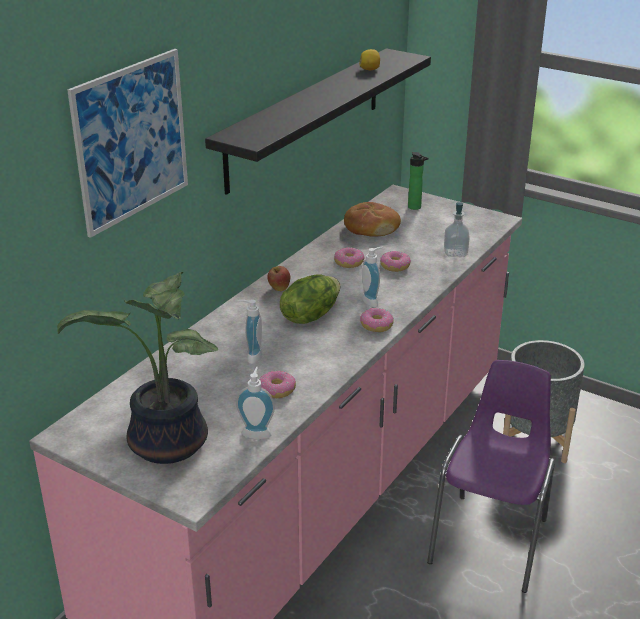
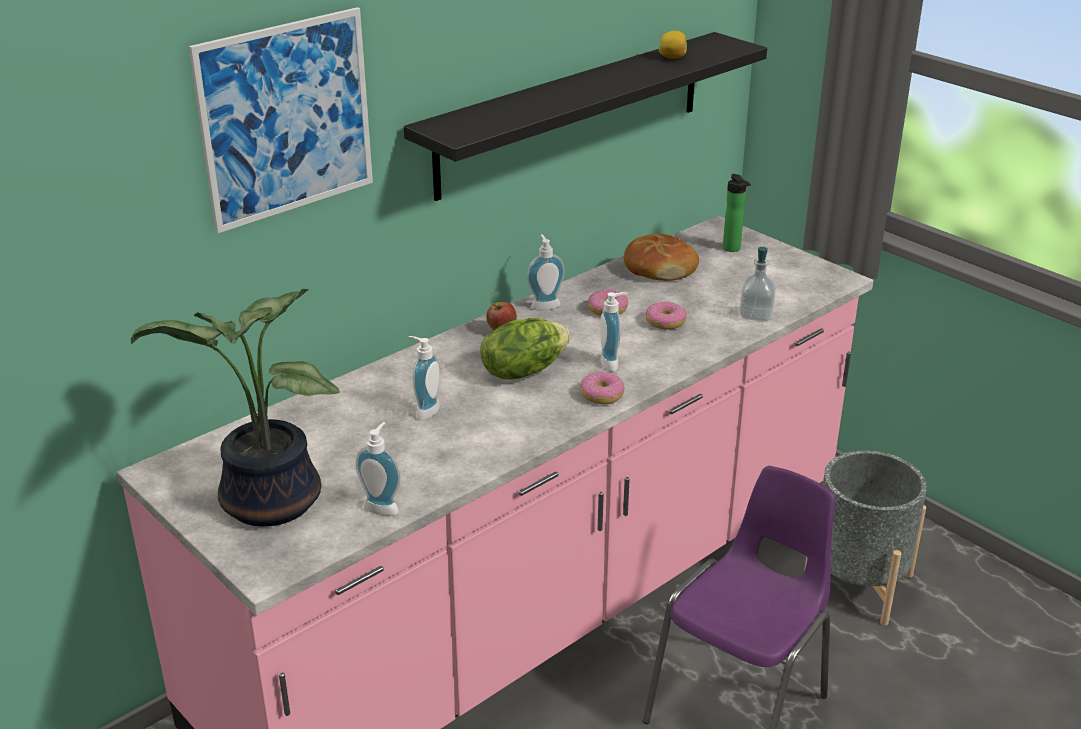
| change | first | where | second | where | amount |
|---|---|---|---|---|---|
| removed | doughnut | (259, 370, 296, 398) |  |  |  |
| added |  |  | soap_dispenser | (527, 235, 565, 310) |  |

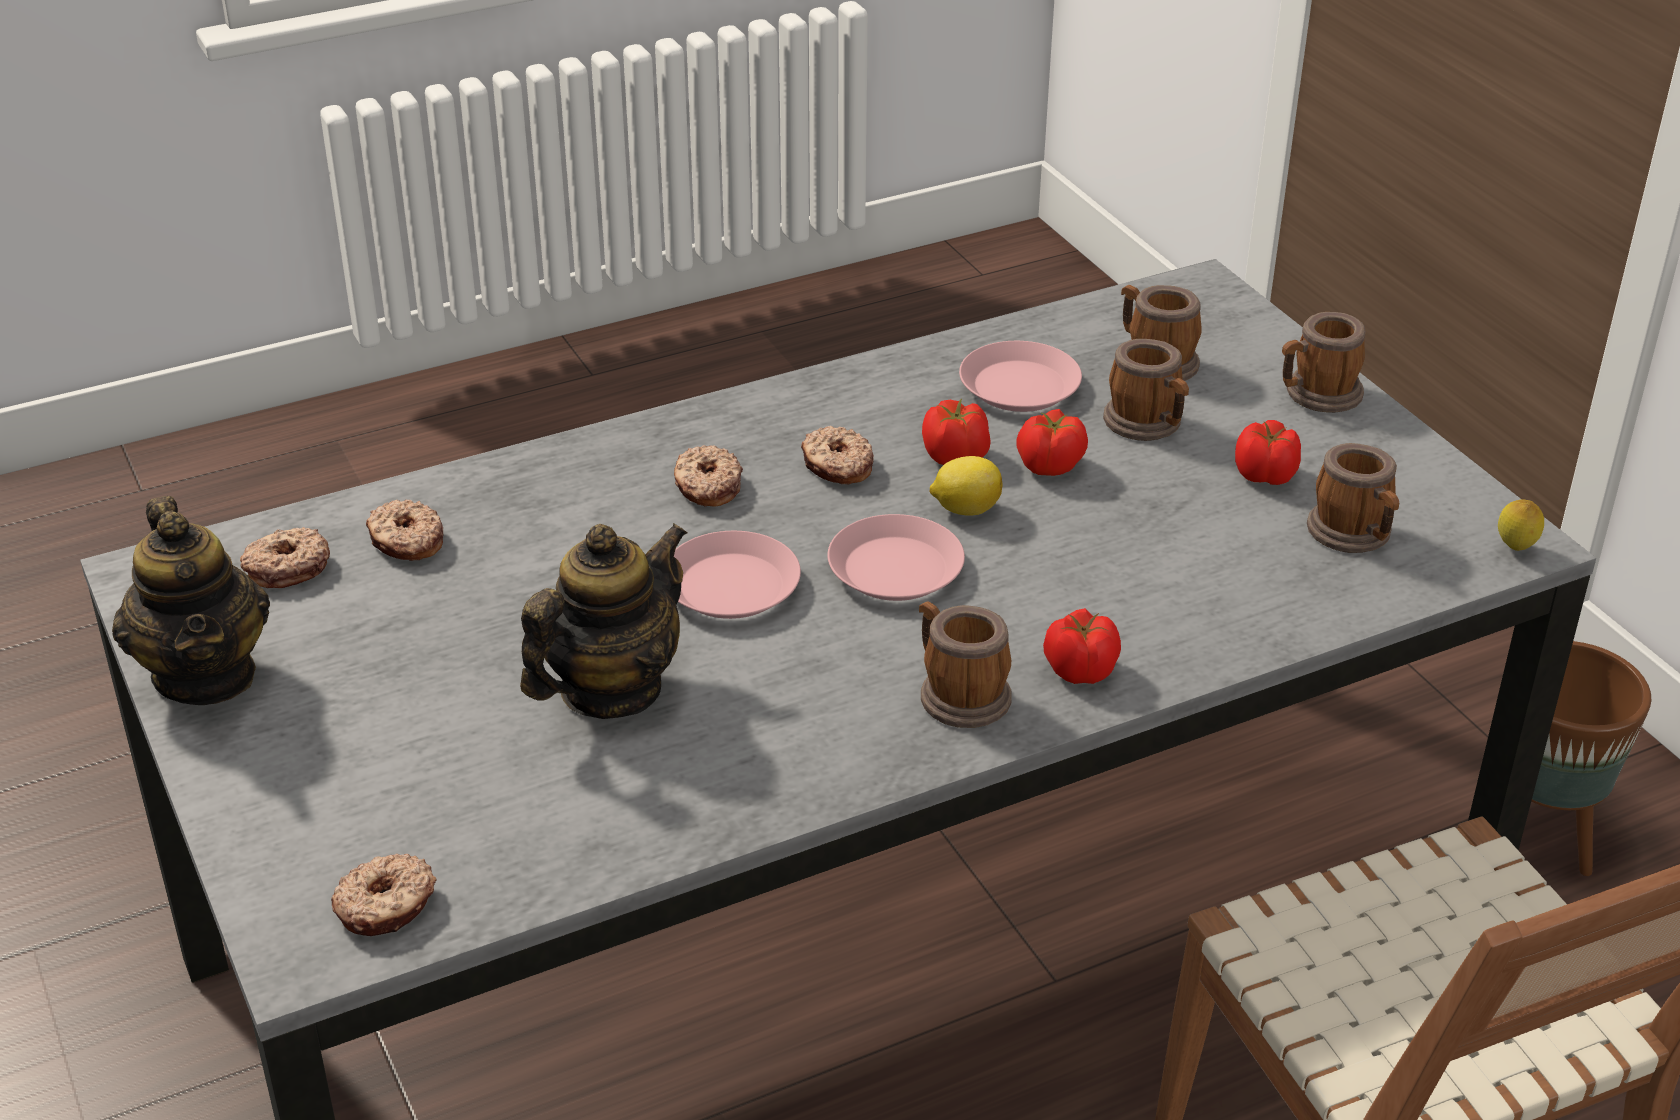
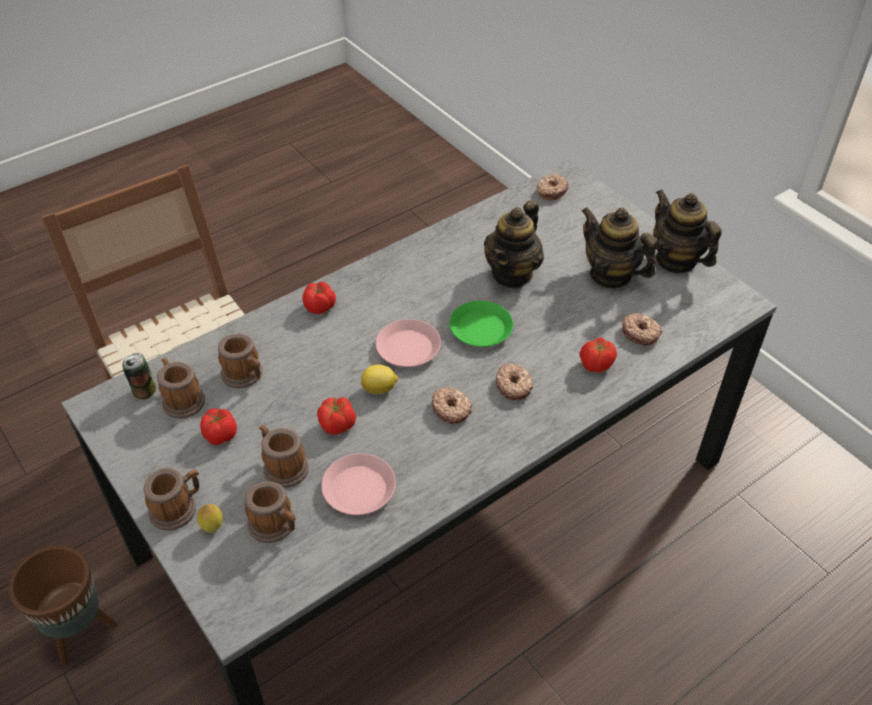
| change | first | where | second | where | amount |
|---|---|---|---|---|---|
| removed | doughnut | (240, 527, 330, 588) |  |  |  |
| added |  |  | can | (123, 353, 156, 399) |  |
| added |  |  | teapot | (581, 207, 658, 289) |  |
| moved | tea_mug | (919, 601, 1012, 728) |  | (218, 334, 262, 388) |  |
| moved | whole_tomato | (922, 399, 991, 465) |  | (579, 337, 617, 372) |  |
| moved | citrus_fruit | (1498, 499, 1544, 551) |  | (197, 504, 223, 533) |  |
| recoloured | pinkish_flat_dish | (674, 531, 801, 619) | green-coloured_flat_dish | (449, 301, 513, 347) |  |

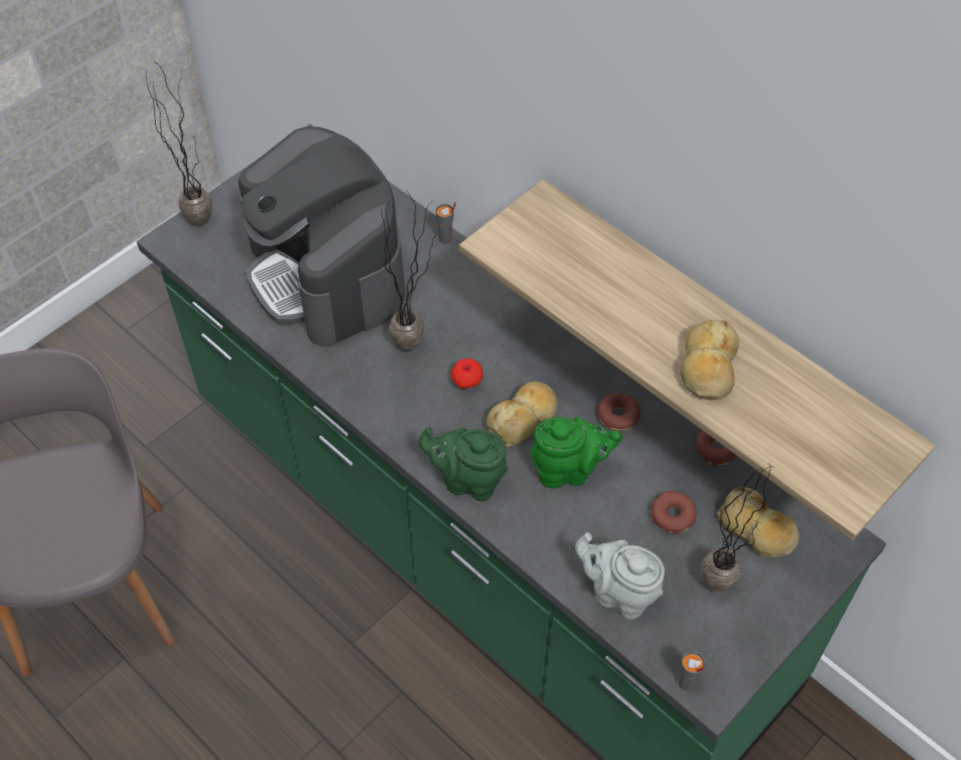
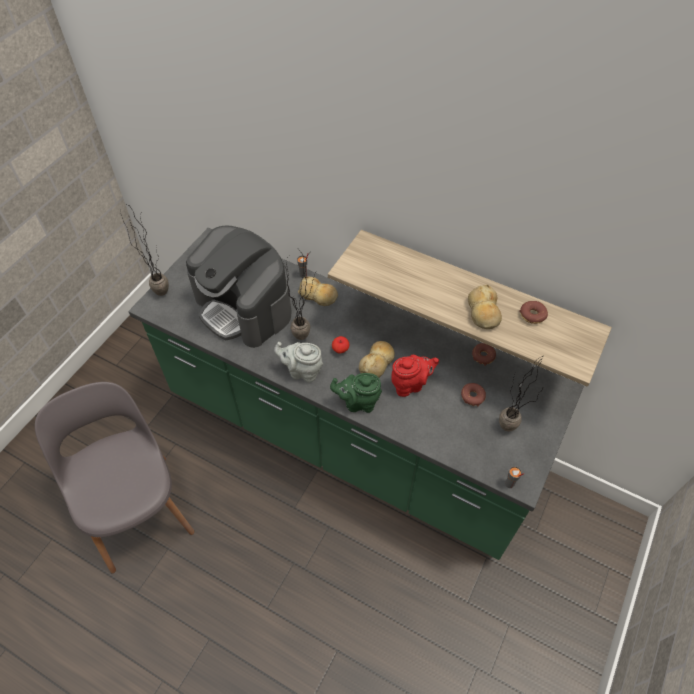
| change | first | where | second | where | amount |
|---|---|---|---|---|---|
| moved | gray_teapot | (575, 532, 665, 620) |  | (274, 342, 323, 383) |  |
| moved | doughnut | (598, 393, 641, 431) |  | (519, 301, 548, 324) |  |
| moved | baked_bread | (717, 487, 799, 558) |  | (298, 277, 338, 306) |  |
| recoloured | green-coloured_teapot | (531, 417, 623, 489) | reddish_teapot | (391, 355, 439, 397) |  |

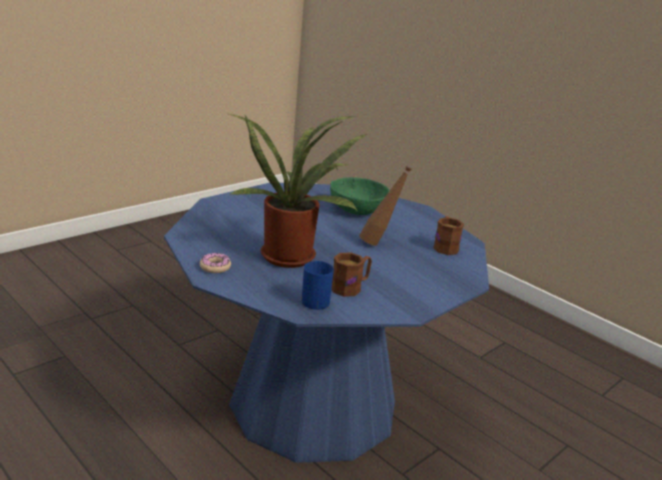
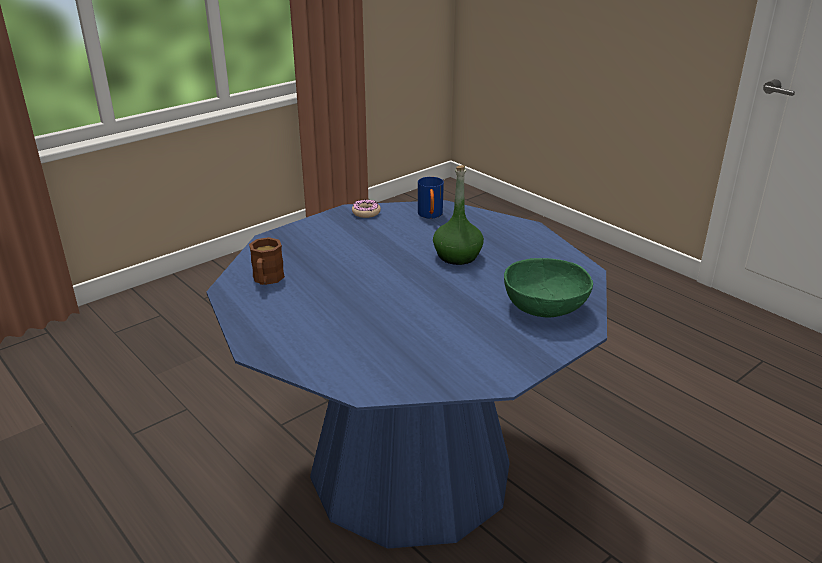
| change | first | where | second | where | amount |
|---|---|---|---|---|---|
| removed | brownish_tea_mug | (332, 253, 372, 297) |  |  |  |
| removed | brownish_drink_bottle | (359, 166, 411, 246) |  |  |  |
| moved | doughnut | (200, 253, 231, 273) |  | (352, 199, 381, 218) |  |
| moved | green-coloured_bowl | (330, 177, 389, 215) |  | (504, 258, 593, 318) |  |
| replaced | houseplant | (229, 114, 367, 268) | green-coloured_drink_bottle | (433, 165, 484, 265) |  |

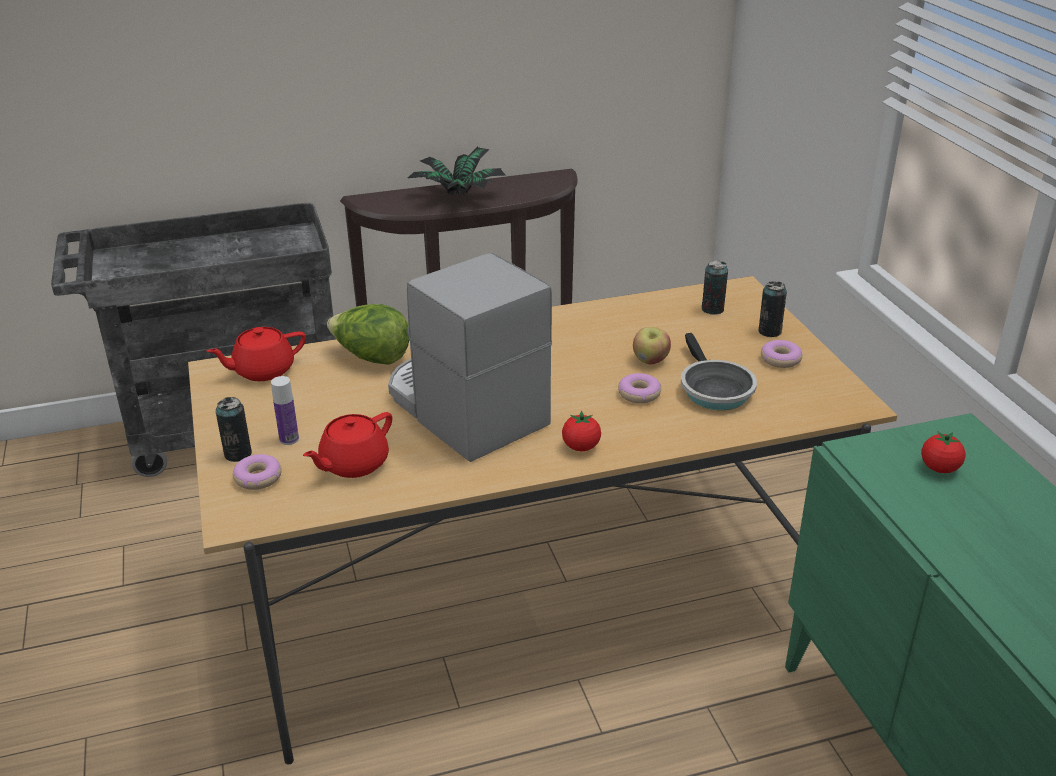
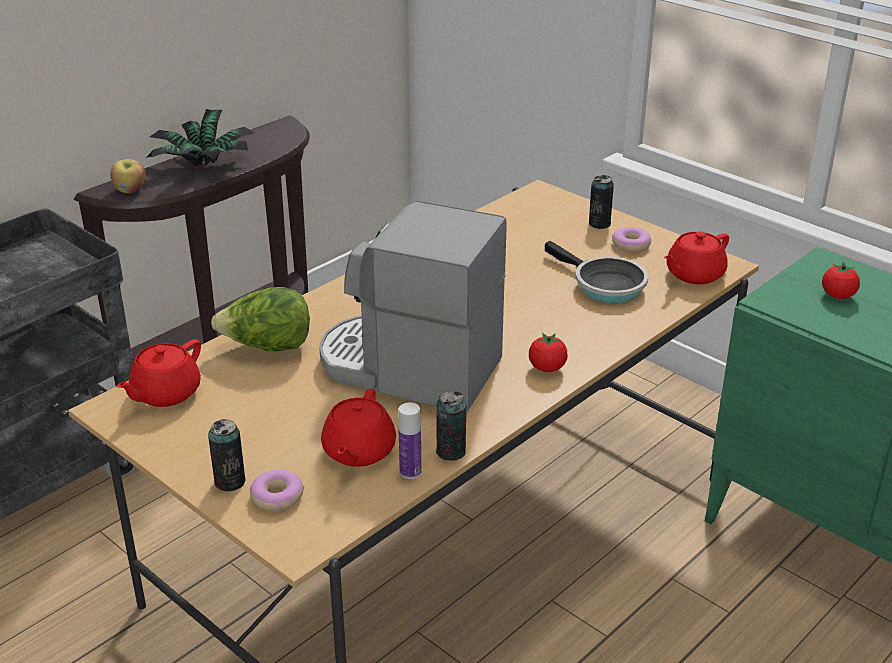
| change | first | where | second | where | amount |
|---|---|---|---|---|---|
| removed | doughnut | (618, 373, 661, 403) |  |  |  |
| added |  |  | reddish_teapot | (664, 231, 729, 284) |  |
| moved | drink_bottle | (271, 376, 299, 445) |  | (398, 402, 421, 479) |  |
| moved | apple_fruit | (633, 327, 671, 365) |  | (110, 159, 145, 193) |  |
| moved | can | (702, 260, 728, 315) |  | (436, 391, 467, 461) |  |

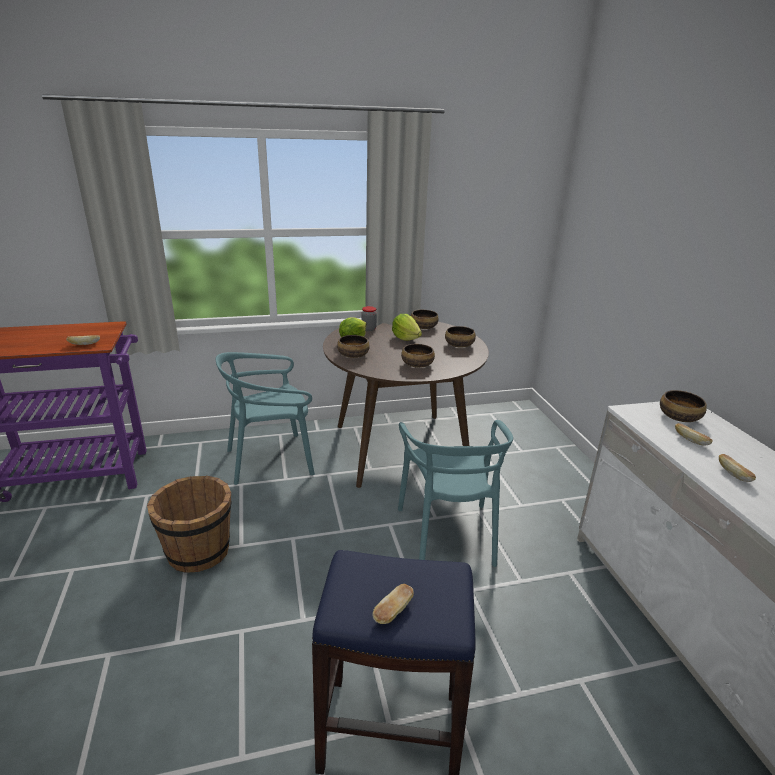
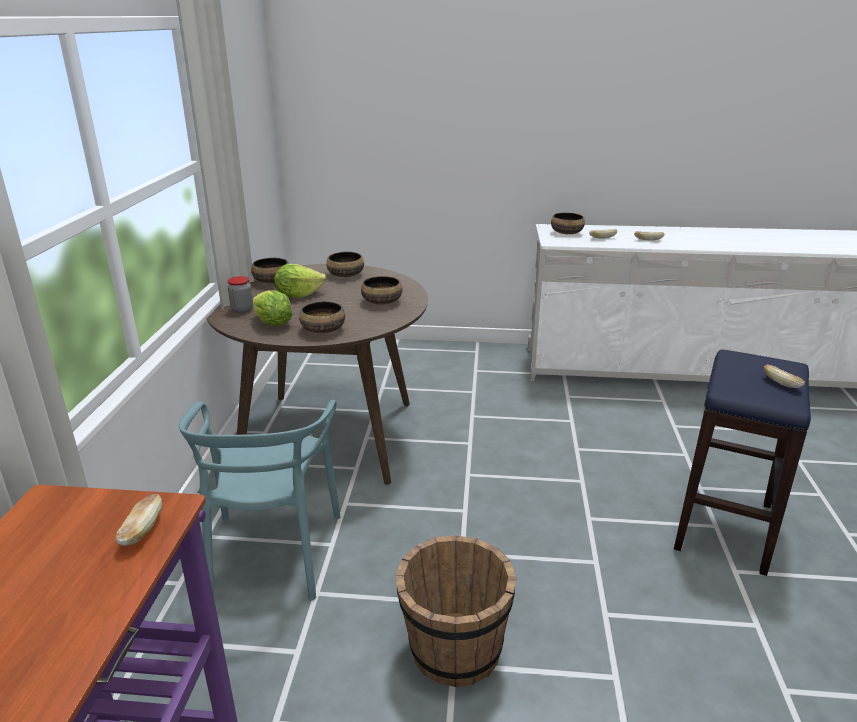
| change | first | where | second | where | amount |
|---|---|---|---|---|---|
| removed | turquoise-coloured_plain_chair | (398, 420, 513, 567) |  |  |  |

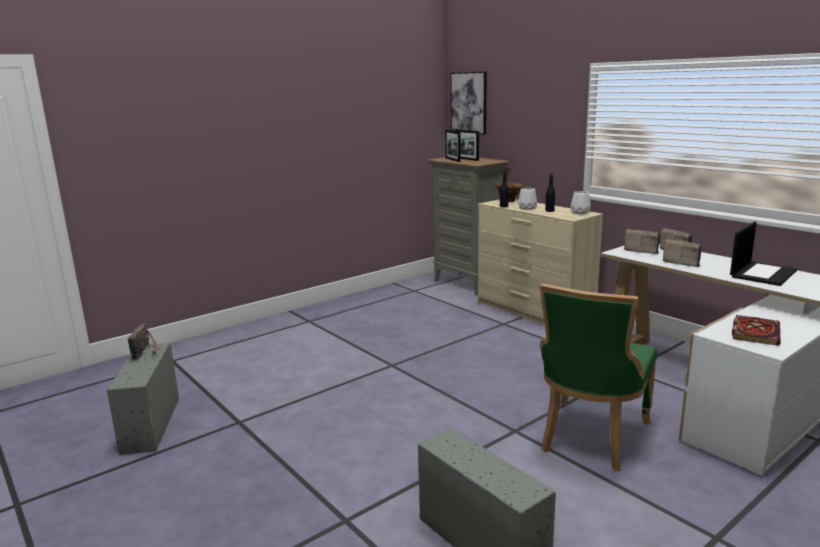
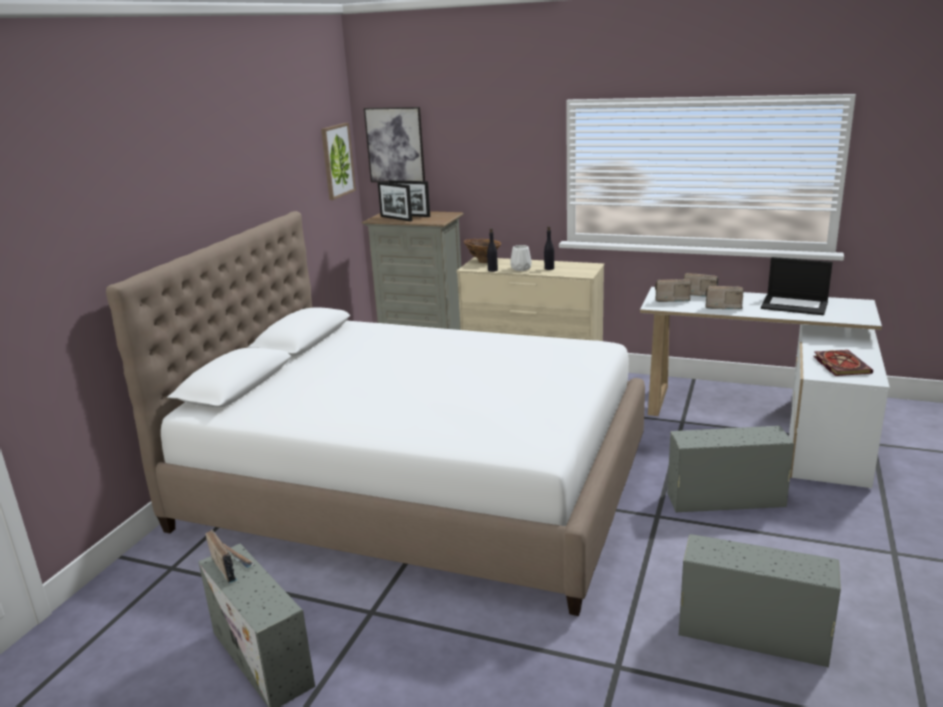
| change | first | where | second | where | amount |
|---|---|---|---|---|---|
| removed | white-coloured_vase | (571, 191, 591, 214) |  |  |  |
| added |  |  | white-coloured_bed | (106, 211, 645, 616) |  |
| added |  |  | wall_picture | (321, 123, 356, 200) |  |
| replaced | green-coloured_plain_chair | (540, 283, 657, 471) | gray_storage_box | (667, 426, 794, 512) |  |
| turned | portable_computer | (730, 222, 797, 286) |  | (761, 257, 833, 315) | 105 degrees clockwise |

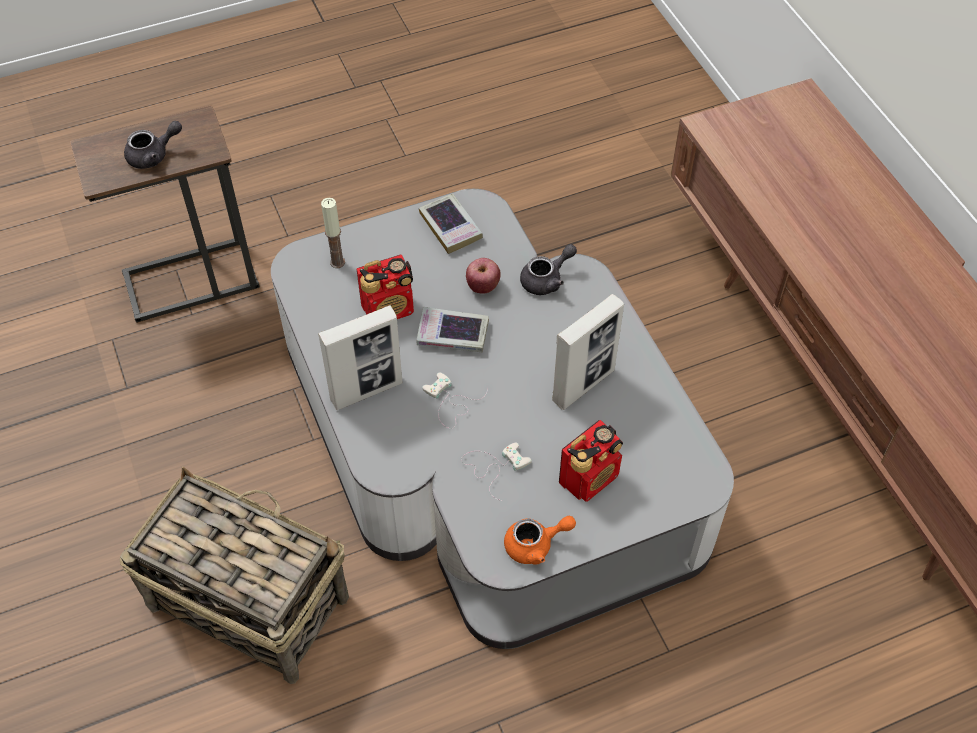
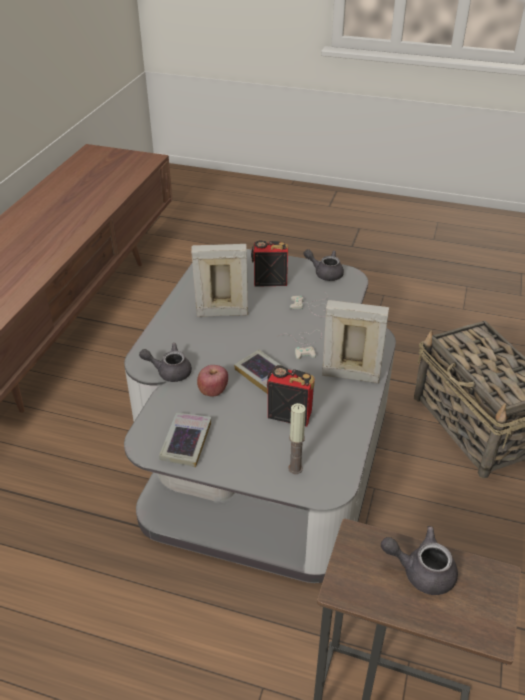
| change | first | where | second | where | amount |
|---|---|---|---|---|---|
| recoloured | orange-coloured_teapot | (504, 516, 576, 565) | gray_teapot | (304, 249, 344, 281) |  |

